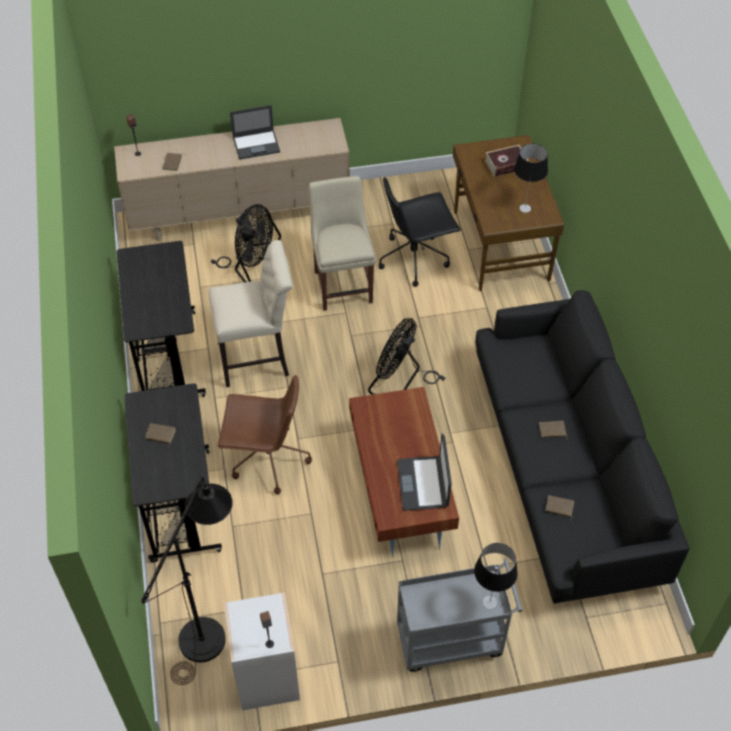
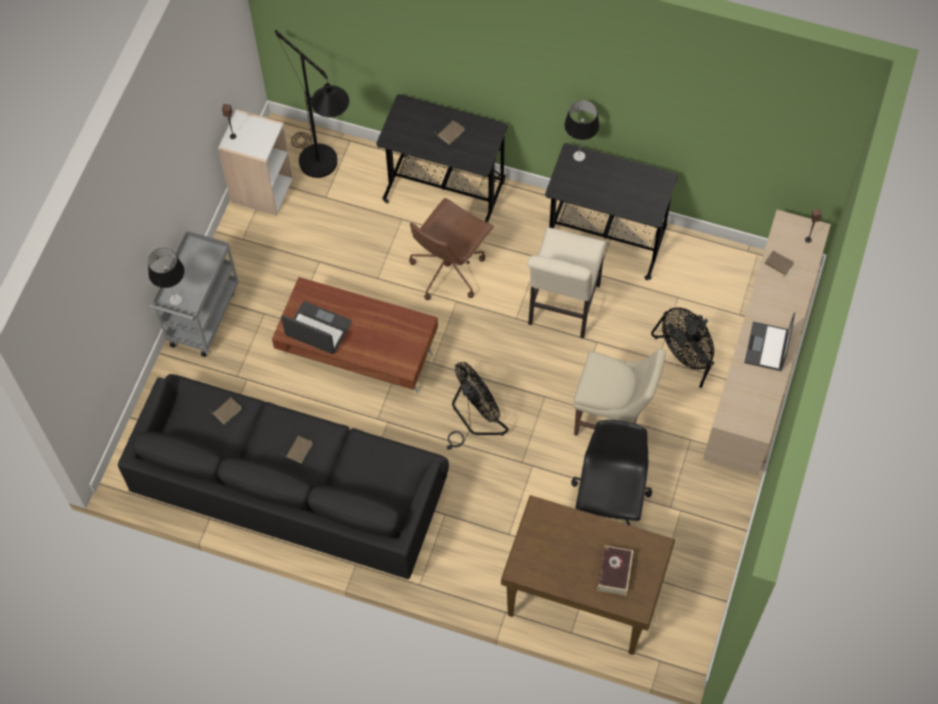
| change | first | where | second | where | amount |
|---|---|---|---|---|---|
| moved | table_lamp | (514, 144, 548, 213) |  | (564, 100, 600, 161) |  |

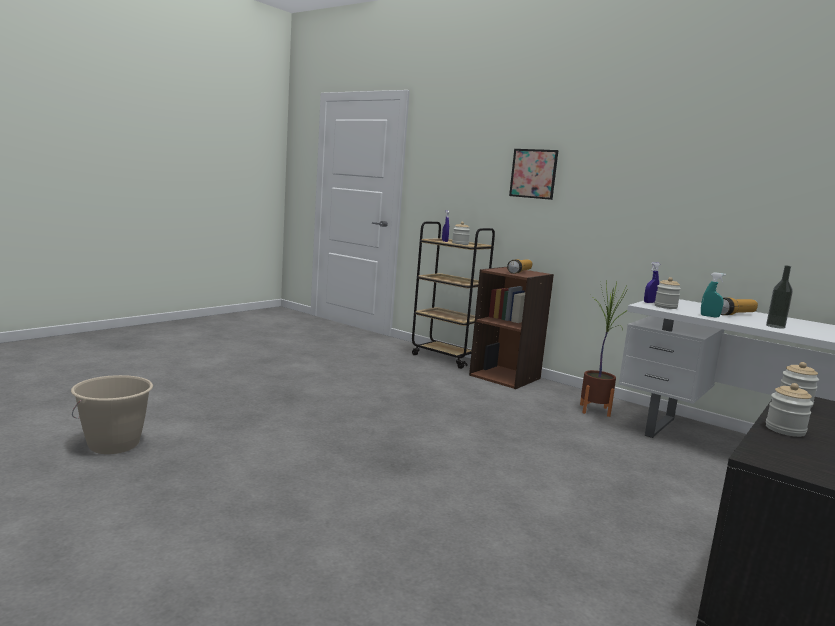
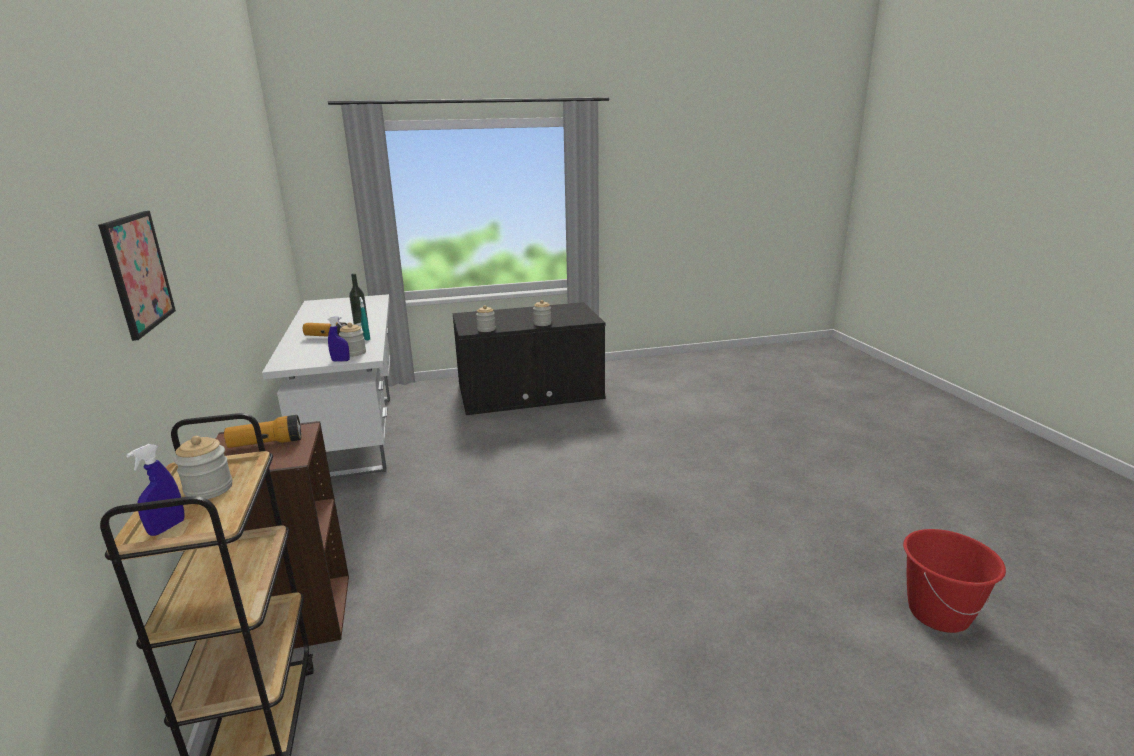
| change | first | where | second | where | amount |
|---|---|---|---|---|---|
| removed | houseplant | (580, 281, 627, 417) |  |  |  |
| recoloured | sand-coloured_water_bucket | (71, 375, 153, 454) | reddish_water_bucket | (903, 529, 1006, 633) |  |

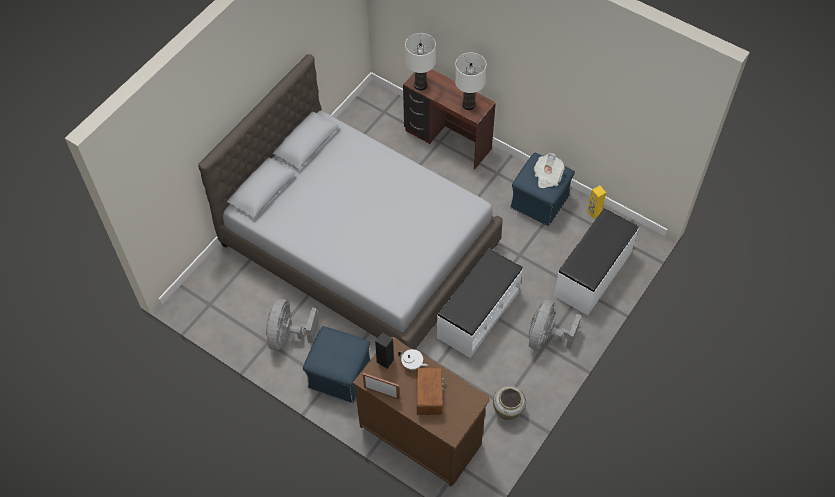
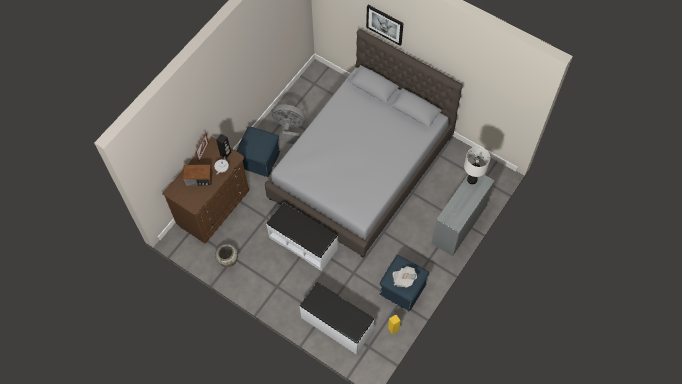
| change | first | where | second | where | amount |
|---|---|---|---|---|---|
| removed | white-coloured_table_lamp | (455, 52, 486, 110) |  |  |  |
| removed | gray_electric_fan | (528, 299, 582, 350) |  |  |  |
| added |  |  | wall_picture | (366, 5, 404, 46) |  |
| recoloured | brownish_desk | (403, 69, 496, 170) | gray_desk | (431, 174, 495, 256) |  |

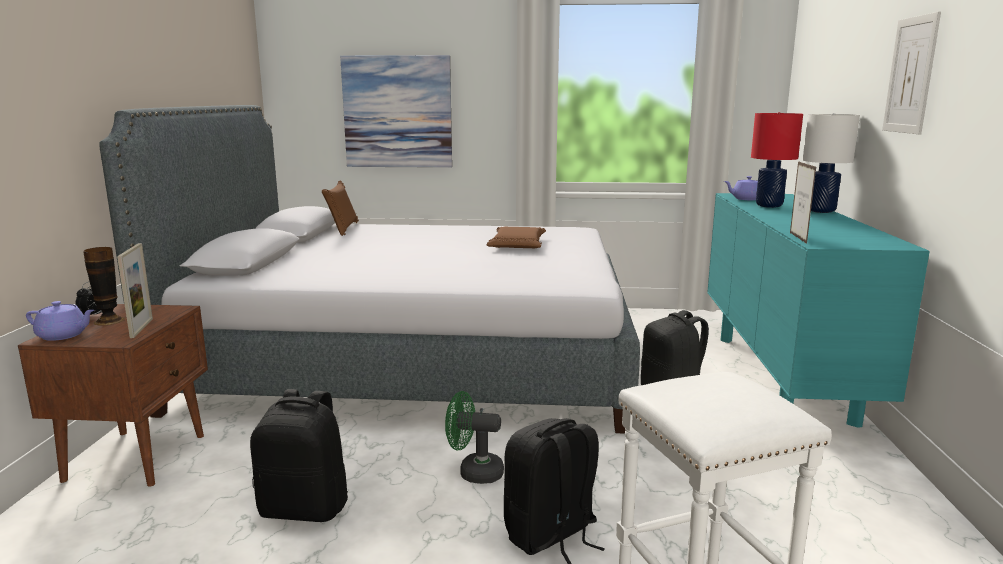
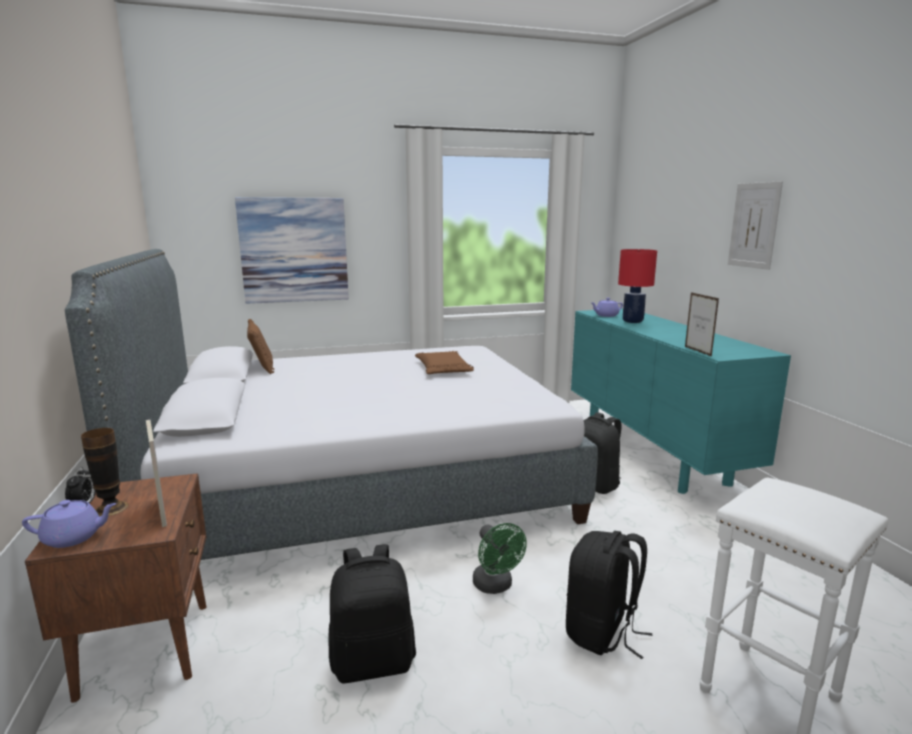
| change | first | where | second | where | amount |
|---|---|---|---|---|---|
| removed | white-coloured_table_lamp | (803, 113, 860, 213) |  |  |  |
| turned | green-coloured_electric_fan | (445, 391, 504, 484) |  | (473, 523, 527, 594) | 105 degrees counterclockwise |

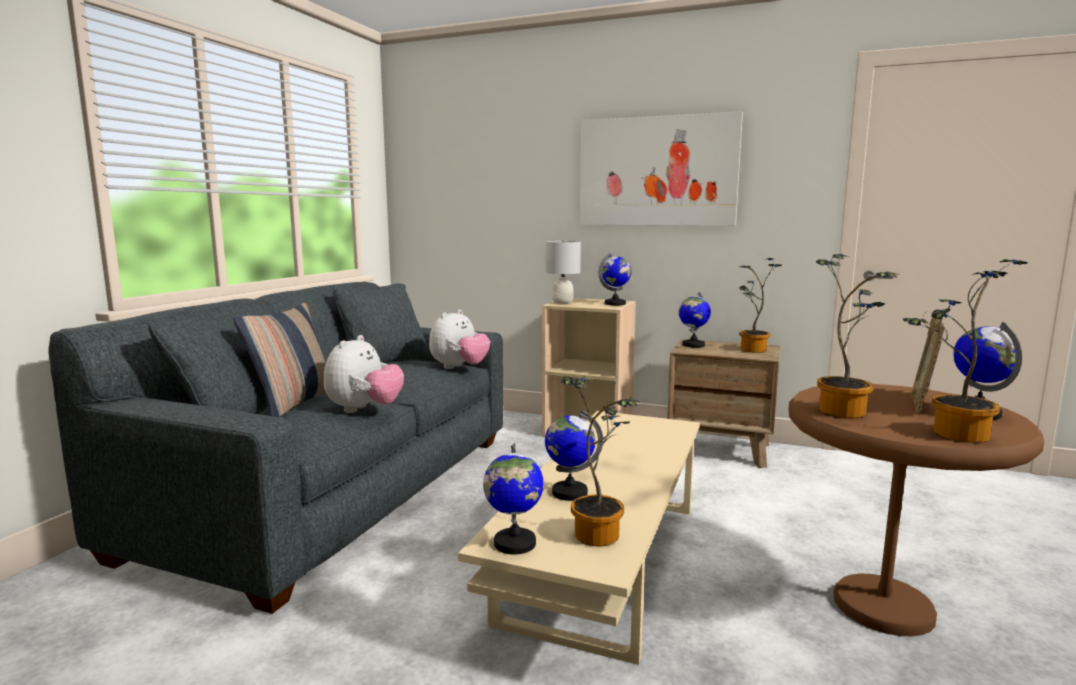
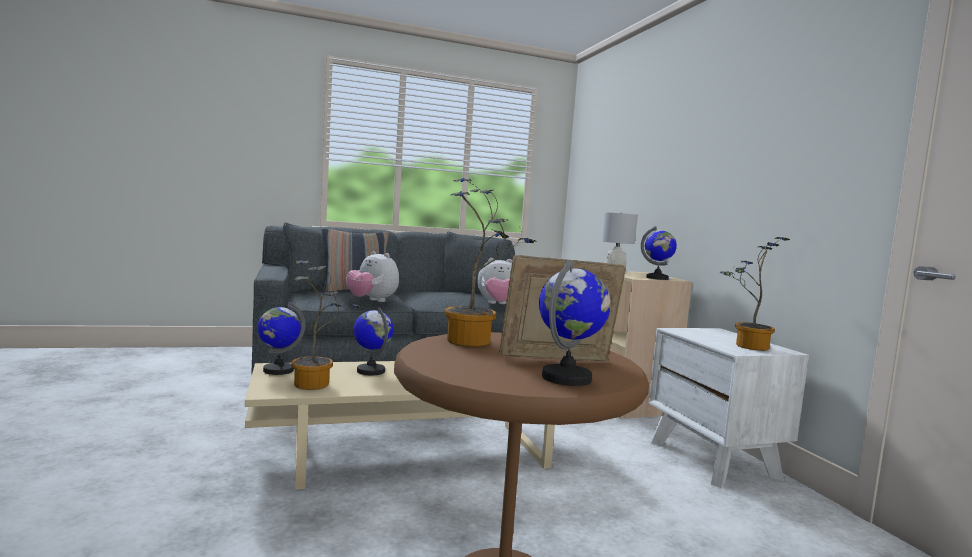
| change | first | where | second | where | amount |
|---|---|---|---|---|---|
| removed | wall_picture | (580, 111, 743, 226) |  |  |  |
| removed | desk_globe | (679, 292, 711, 347) |  |  |  |
| removed | houseplant | (903, 259, 1028, 443) |  |  |  |
| recoloured | brownish_night_table | (667, 339, 780, 468) | white-coloured_night_table | (649, 328, 809, 488) |  |
| turned | cuddly_toy | (324, 335, 404, 413) |  | (346, 251, 399, 302) | 60 degrees clockwise |

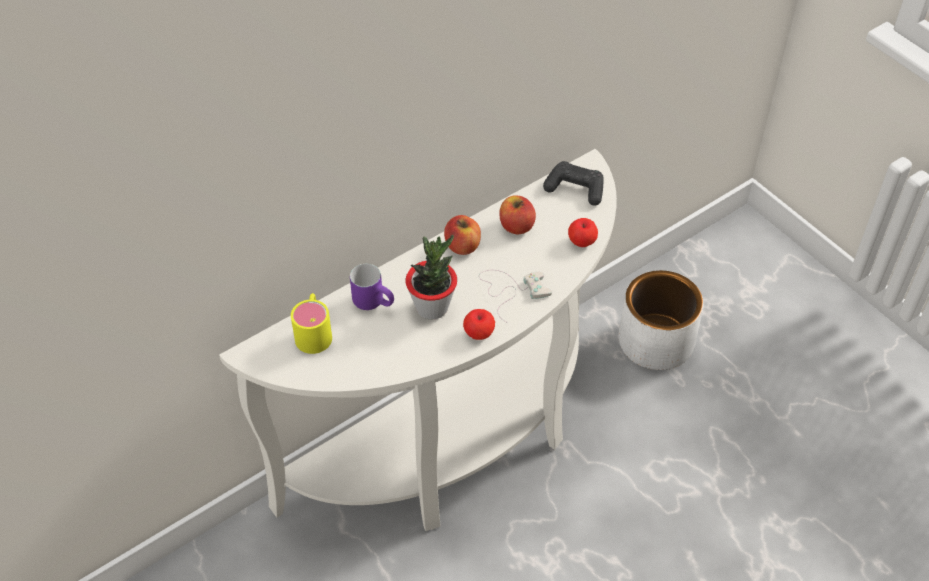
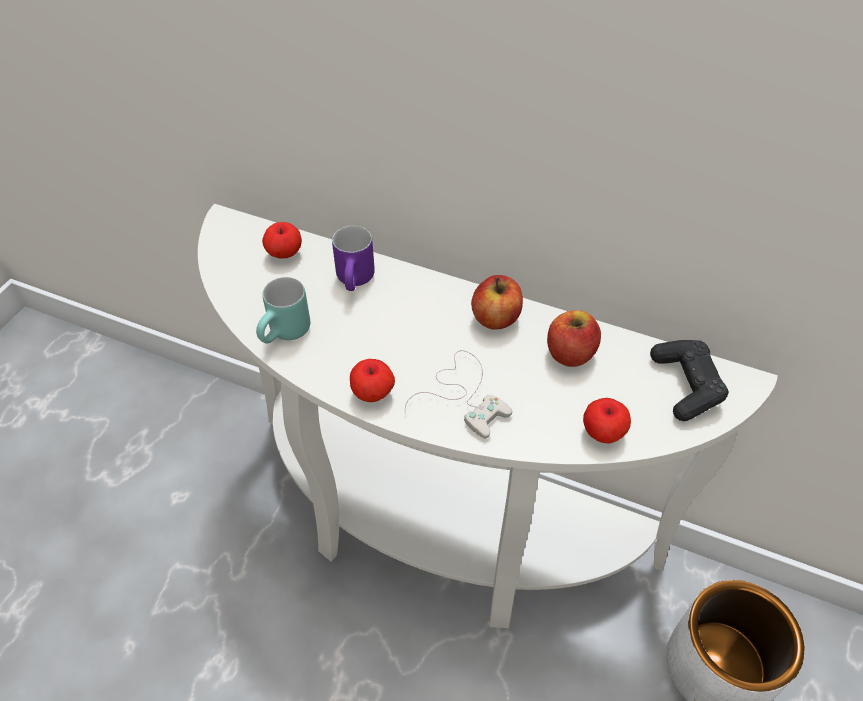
| change | first | where | second | where | amount |
|---|---|---|---|---|---|
| removed | houseplant | (406, 235, 457, 319) |  |  |  |
| added |  |  | turquoise-coloured_tea_mug | (256, 277, 310, 344) |  |
| replaced | yellowish_tea_mug | (291, 293, 332, 354) | apple_fruit | (262, 222, 302, 259) |  |

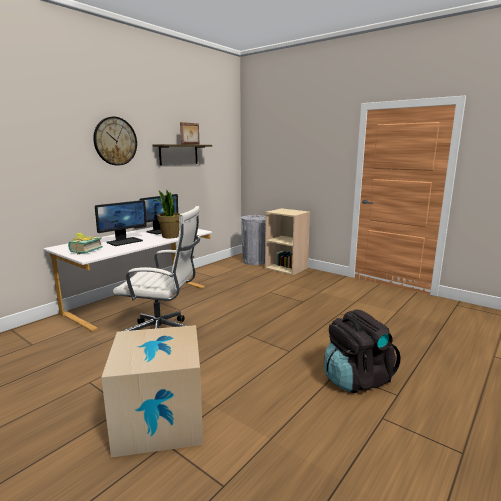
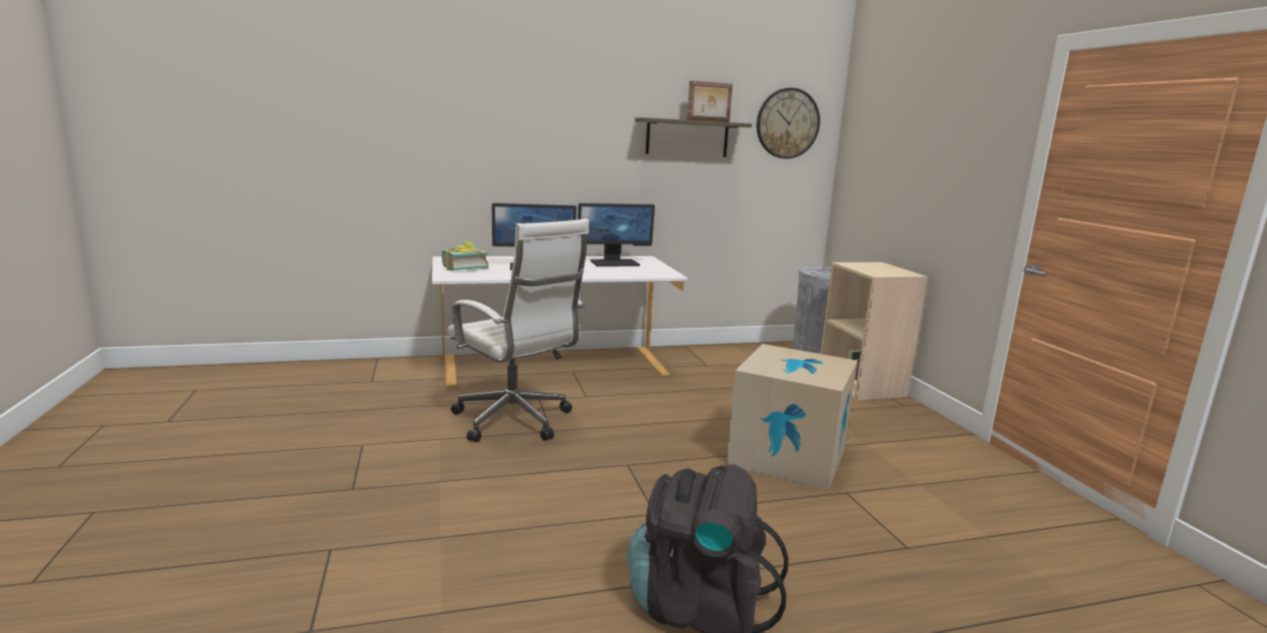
| change | first | where | second | where | amount |
|---|---|---|---|---|---|
| removed | houseplant | (153, 190, 180, 238) |  |  |  |
| moved | wall_clock | (93, 117, 137, 166) |  | (757, 88, 820, 159) |  |
| moved | carton | (101, 325, 203, 458) |  | (726, 344, 858, 491) |  |

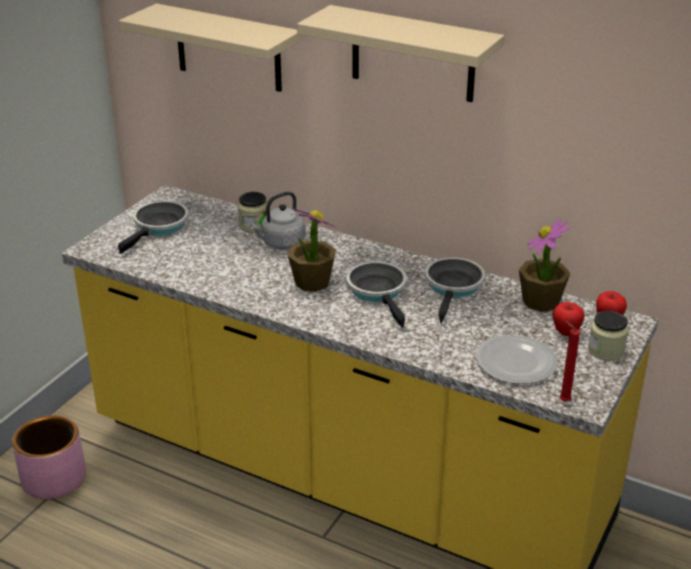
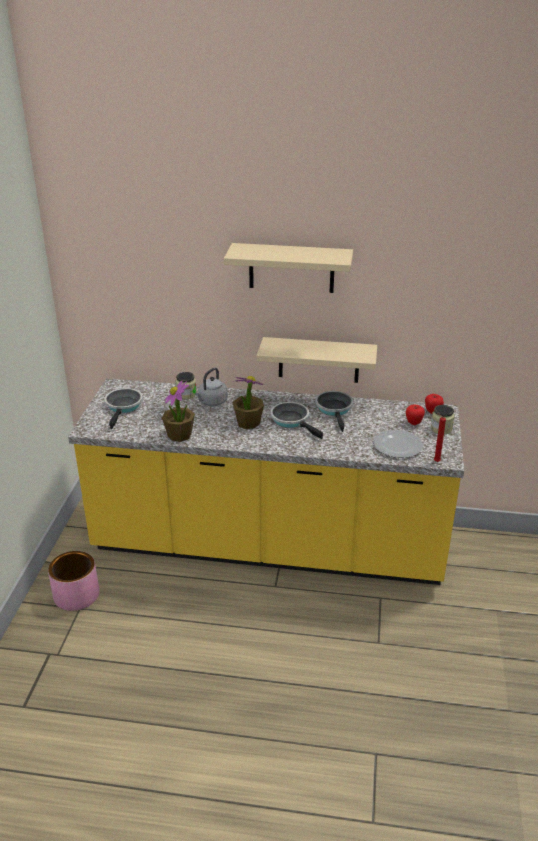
| change | first | where | second | where | amount |
|---|---|---|---|---|---|
| moved | sand-coloured_bracket_shelf | (119, 3, 302, 92) |  | (257, 337, 377, 383) |  |
| moved | houseplant | (519, 219, 571, 312) |  | (162, 380, 195, 442) |  |

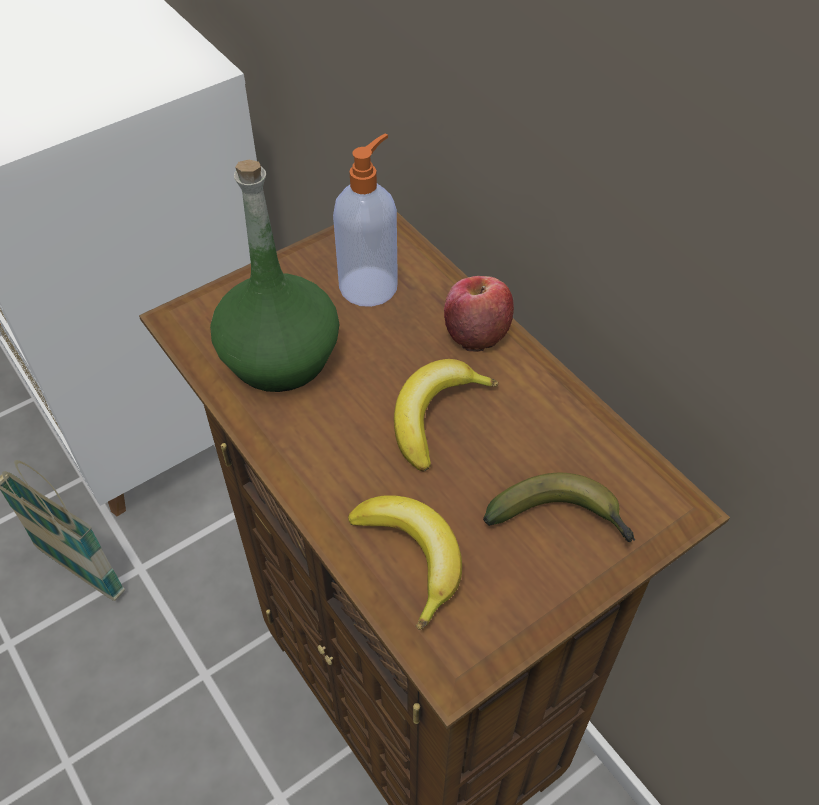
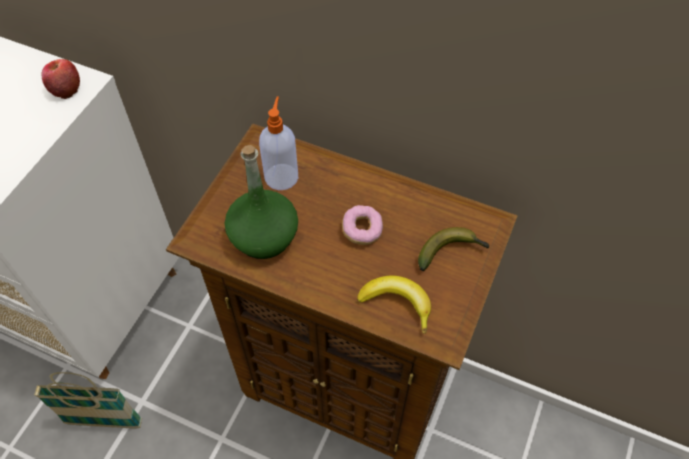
| change | first | where | second | where | amount |
|---|---|---|---|---|---|
| moved | apple_fruit | (444, 276, 514, 352) |  | (42, 59, 80, 99) |  |
| replaced | banana_fruit | (394, 359, 498, 472) | doughnut | (342, 205, 383, 245) |  |

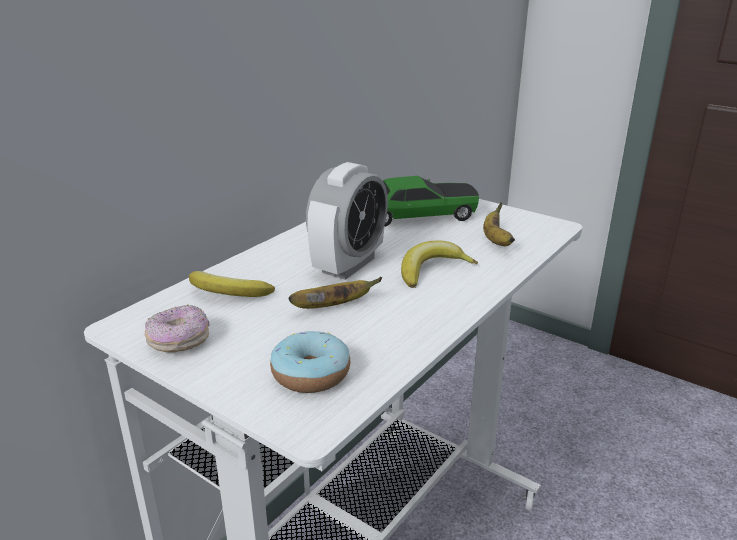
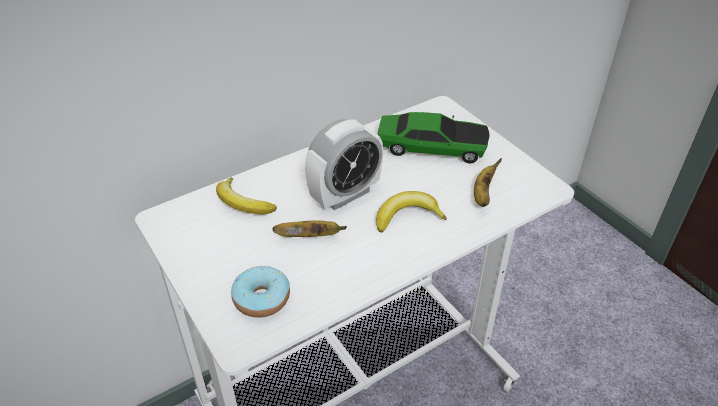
| change | first | where | second | where | amount |
|---|---|---|---|---|---|
| removed | doughnut | (145, 304, 210, 353) |  |  |  |

